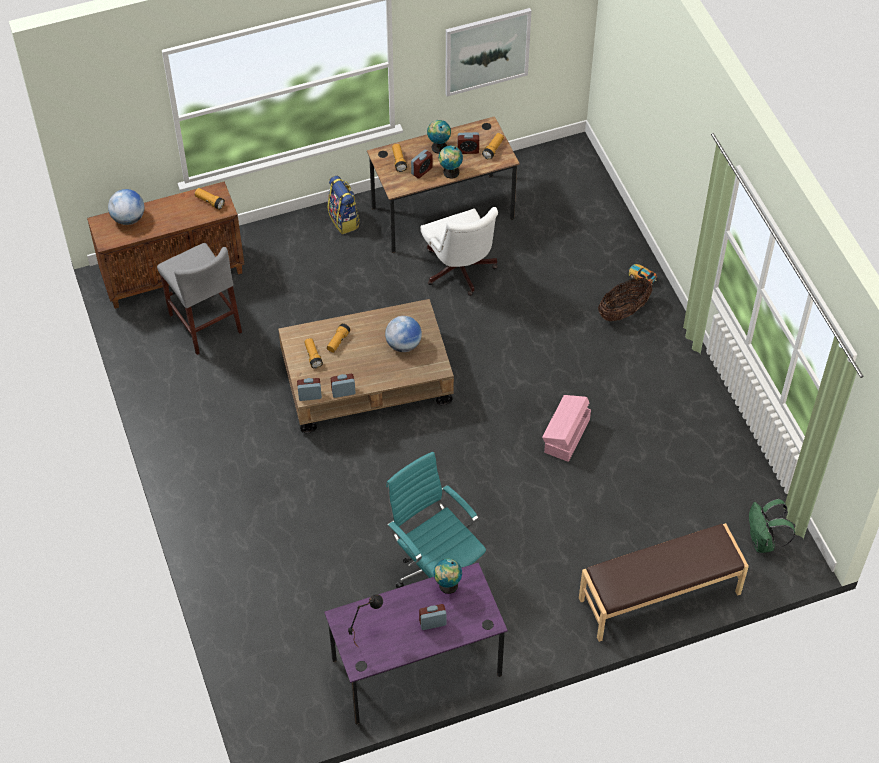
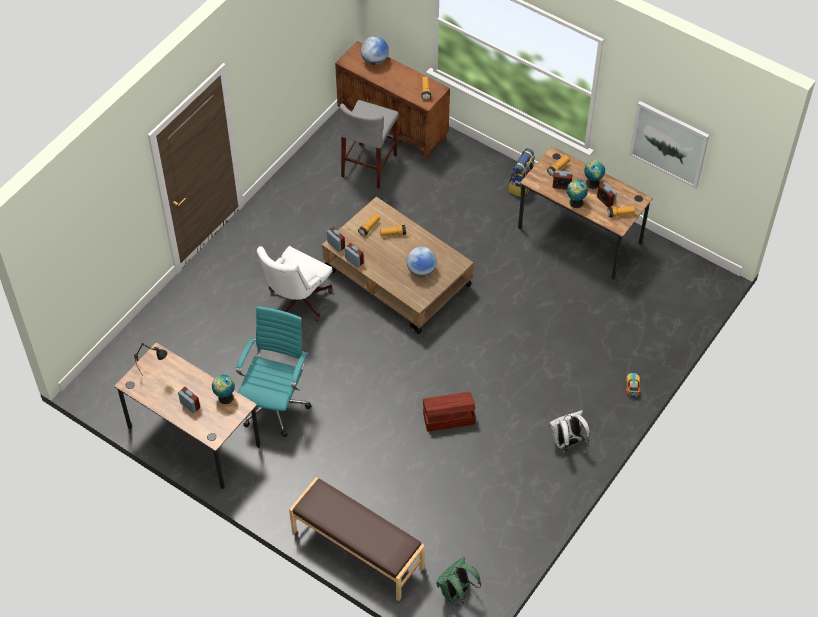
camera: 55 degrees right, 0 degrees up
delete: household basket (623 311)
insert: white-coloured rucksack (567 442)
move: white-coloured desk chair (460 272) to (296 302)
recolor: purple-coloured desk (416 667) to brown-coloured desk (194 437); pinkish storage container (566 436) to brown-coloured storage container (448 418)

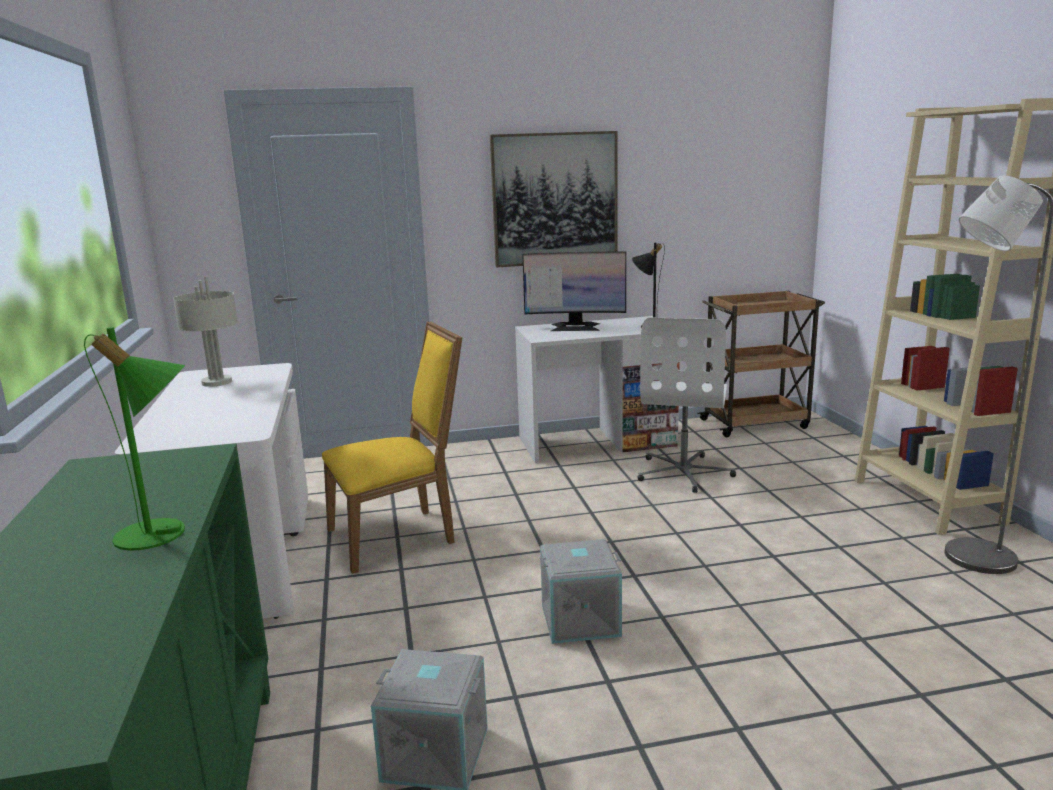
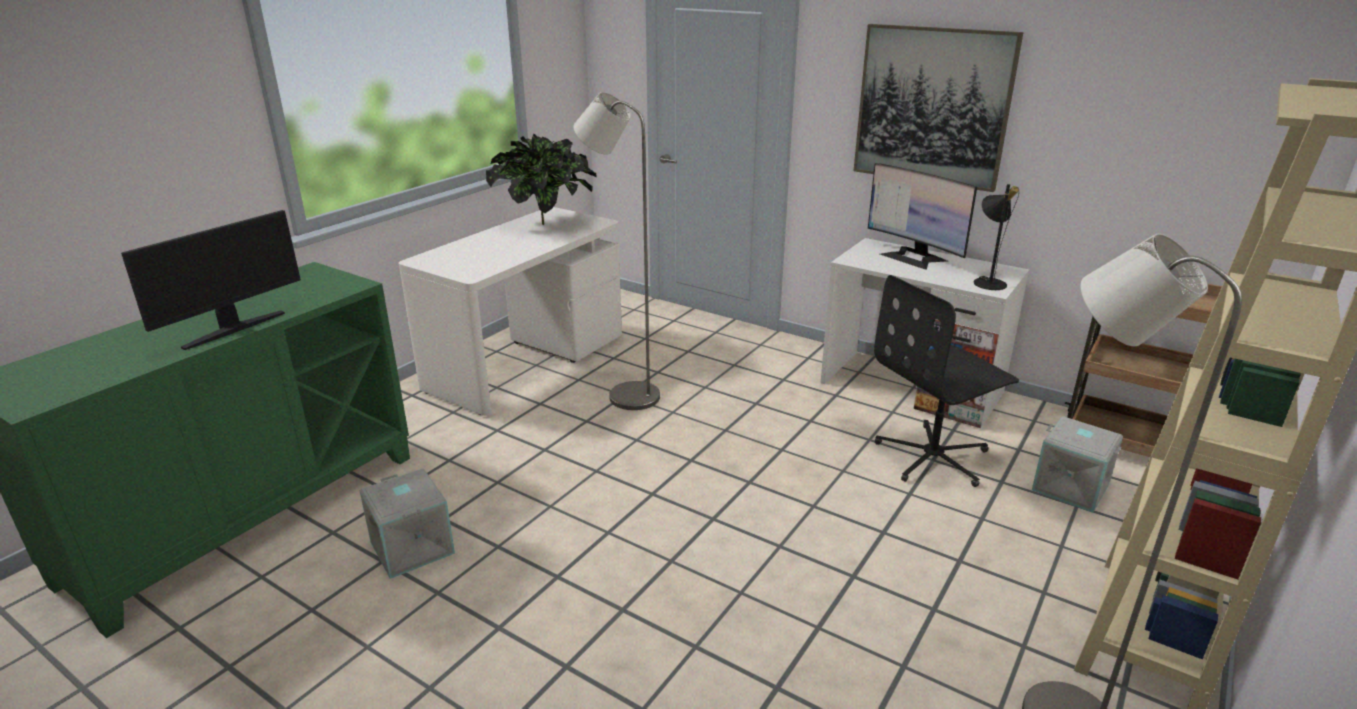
camera: 45 degrees right, 10 degrees up
move: grey storage container (580 619) to (1071 487)
replace: greenish table lamp (162 535) to monitor (233 329); grey table lamp (217 382) to plant in a pot (546 224); yellow plain chair (398 536) to grey standard lamp (625 395)
recolor: white-coloured desk chair (684 472) to black-coloured desk chair (933 457)

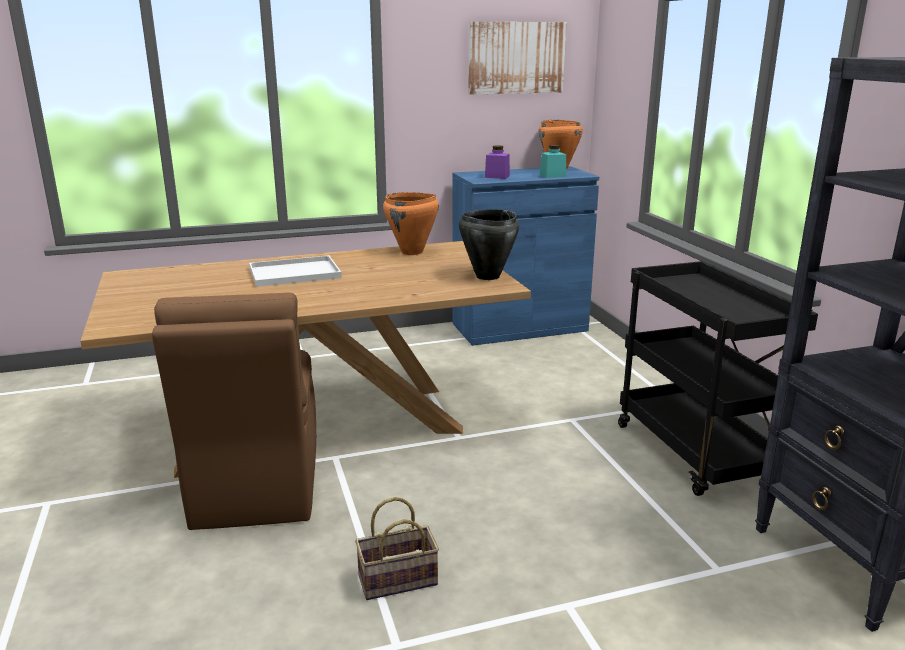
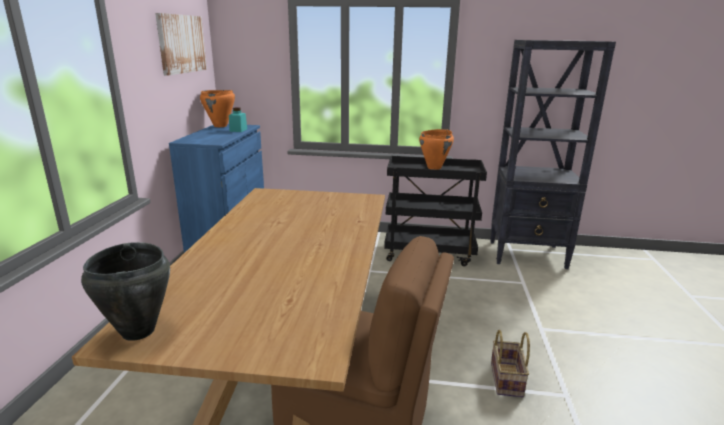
camera: 65 degrees left, 0 degrees up
delete: white-coloured carrying tray (293 273); purple-coloured storage jar (497 176)
move: black-coloured saucepot (487 276) to (137 331); orange-coloured saucepot (412 252) to (434 168)

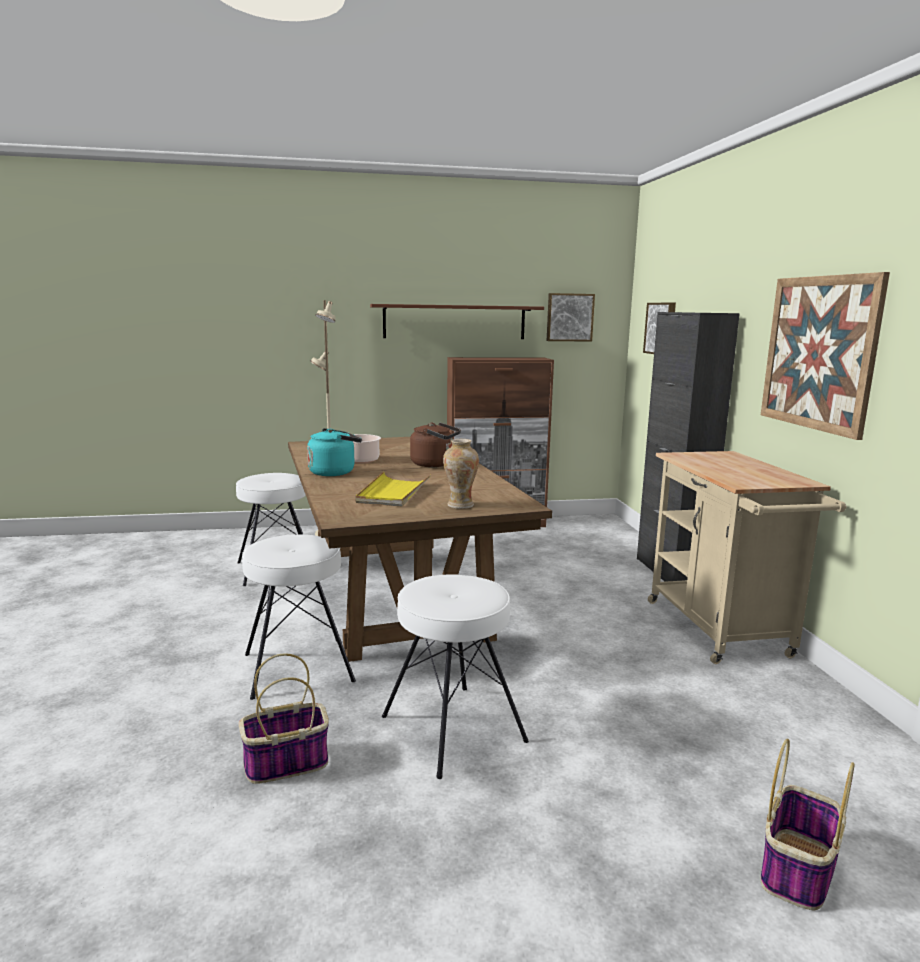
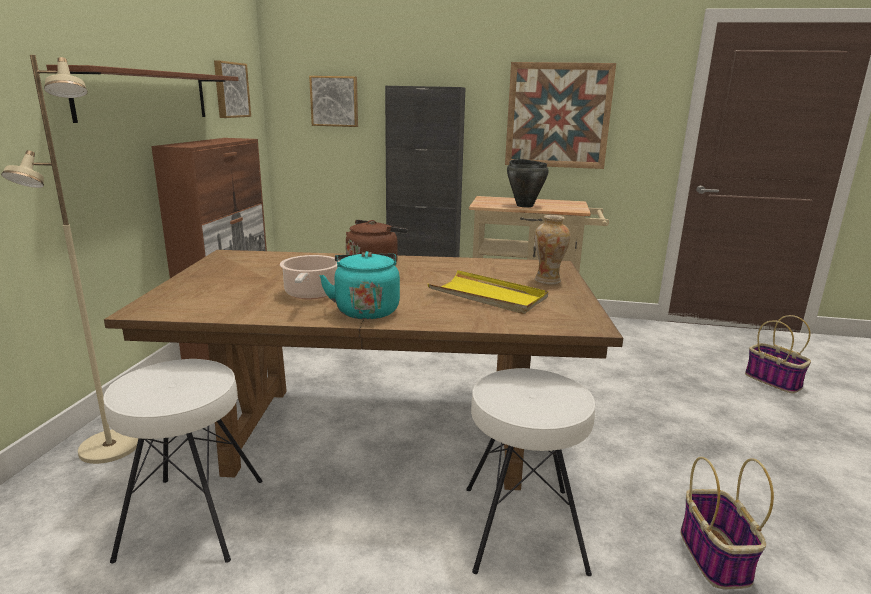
camera: 70 degrees left, 5 degrees up
delete: white-coloured sitting stool (452 729)
insert: black-coloured saucepot (525 206)

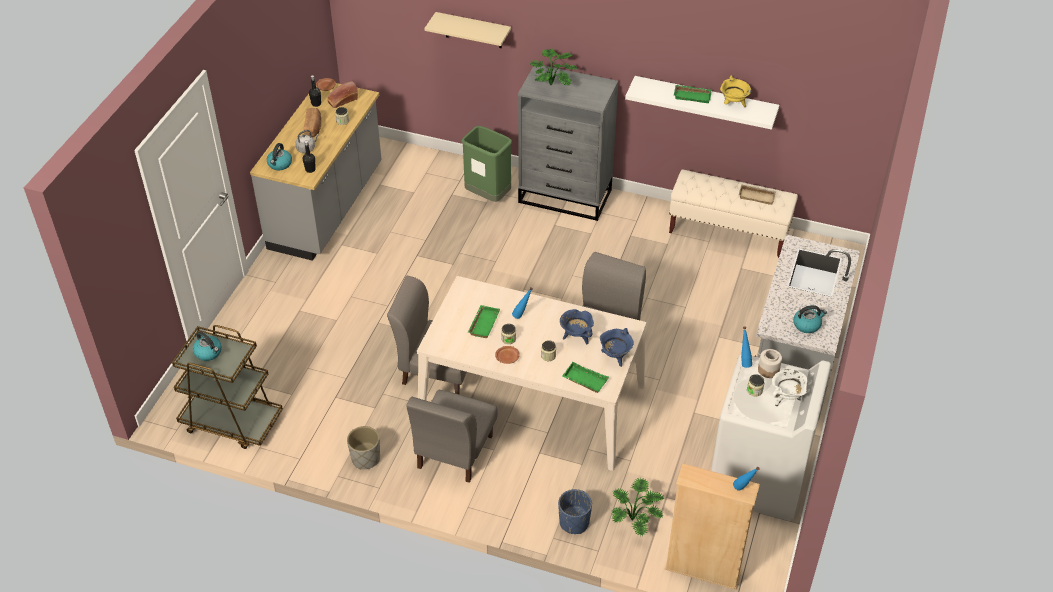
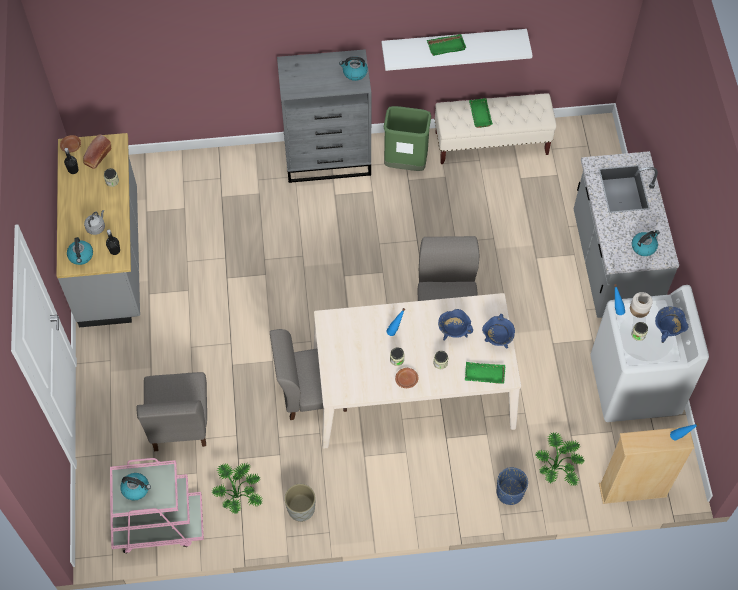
camera: 25 degrees left, 15 degrees up
delete: baked bread (313 128); beige wall shelf (473 30); yellow saucepot (733 104); beige carrying tray (757 196)
insert: tea kettle (354 73)
move: grey plain chair (454 452) to (179 422); plant in a pot (553 84) to (239 494); greenish waste bin (488 196) to (405 163); greenish carrying tray (483 323) to (479 114)
recolor: brown-coloured wheeled cart (231 422) to pinkish wheeled cart (158 524); white-coloured saucepot (786 398) to blue saucepot (667 331)

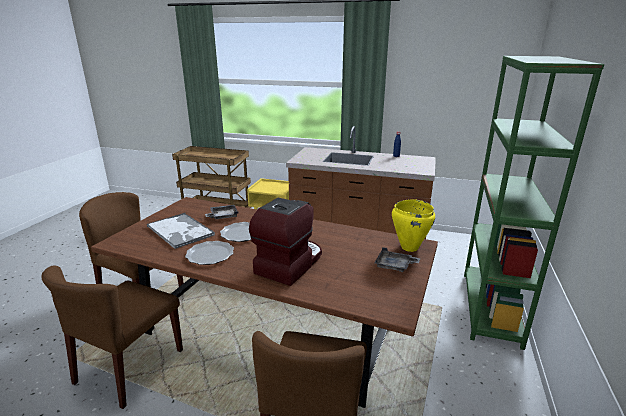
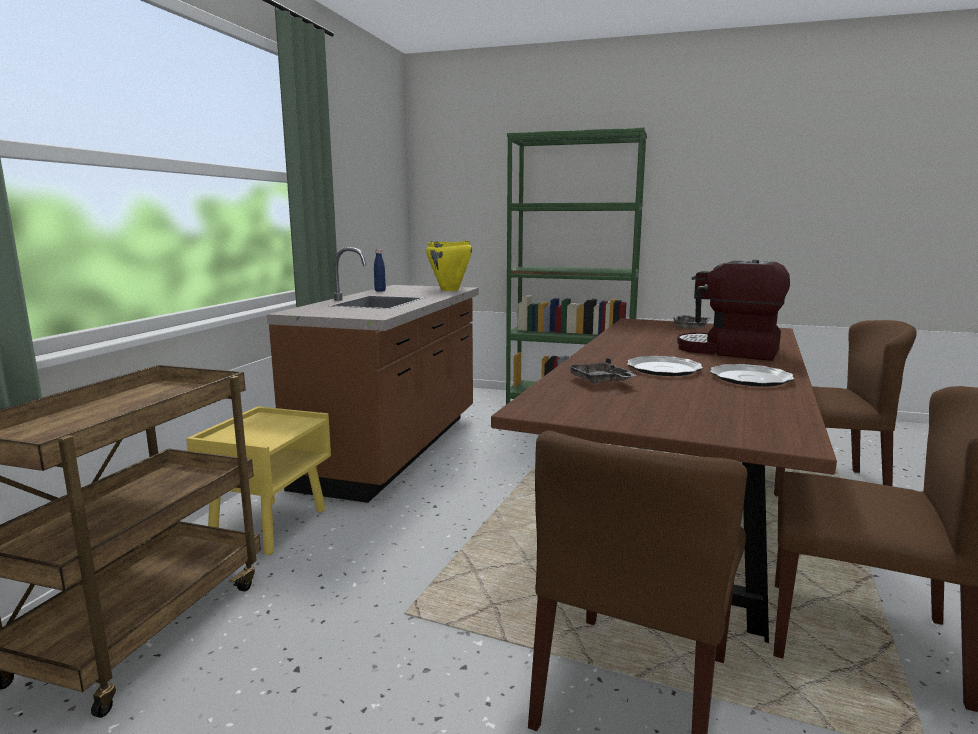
camera: 90 degrees left, 10 degrees down
delete: carrying tray (180 231)
move: yellow saucepot (409 247) to (449 290)

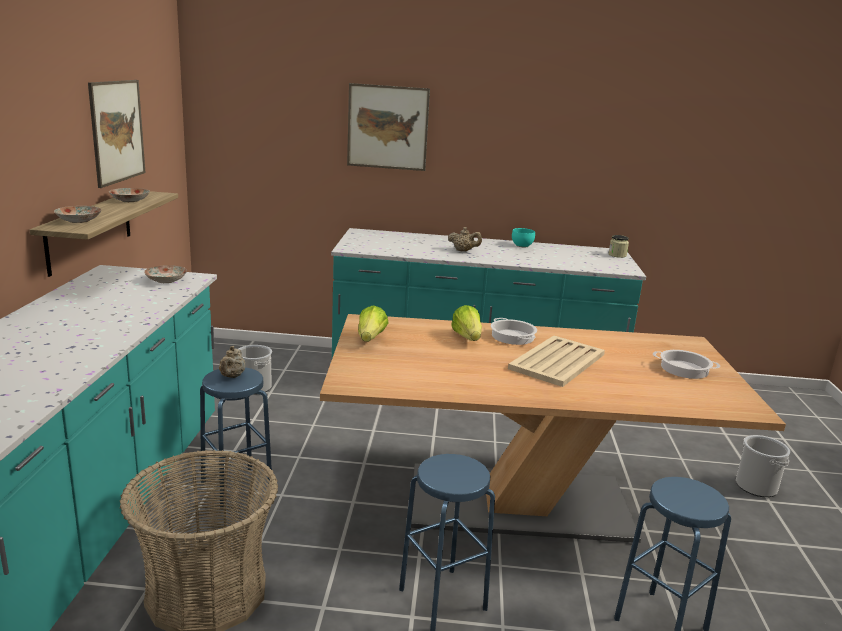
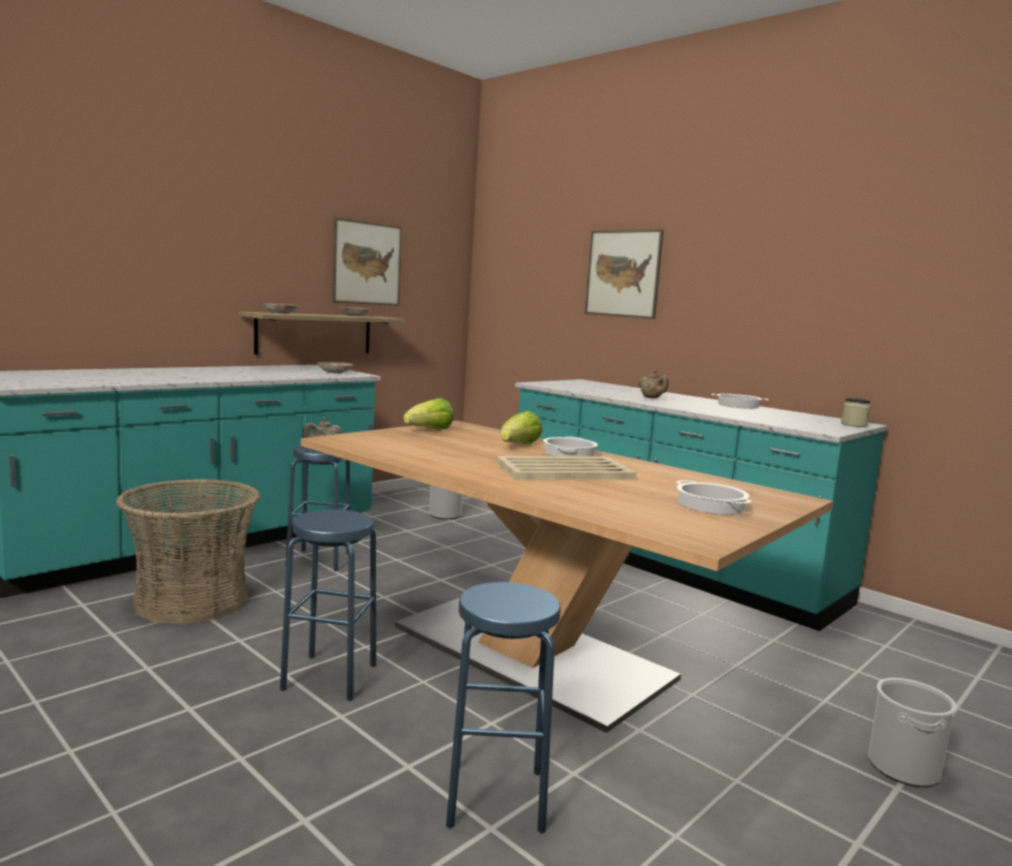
camera: 40 degrees right, 10 degrees down
replace: blue-green deep dish (522 246) to saucepot (737 405)

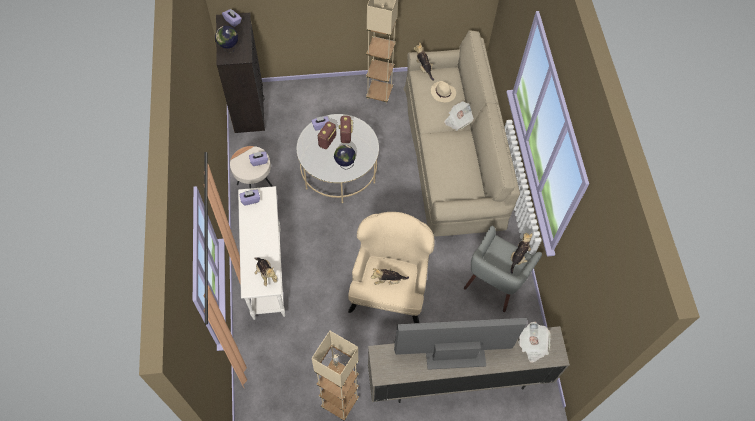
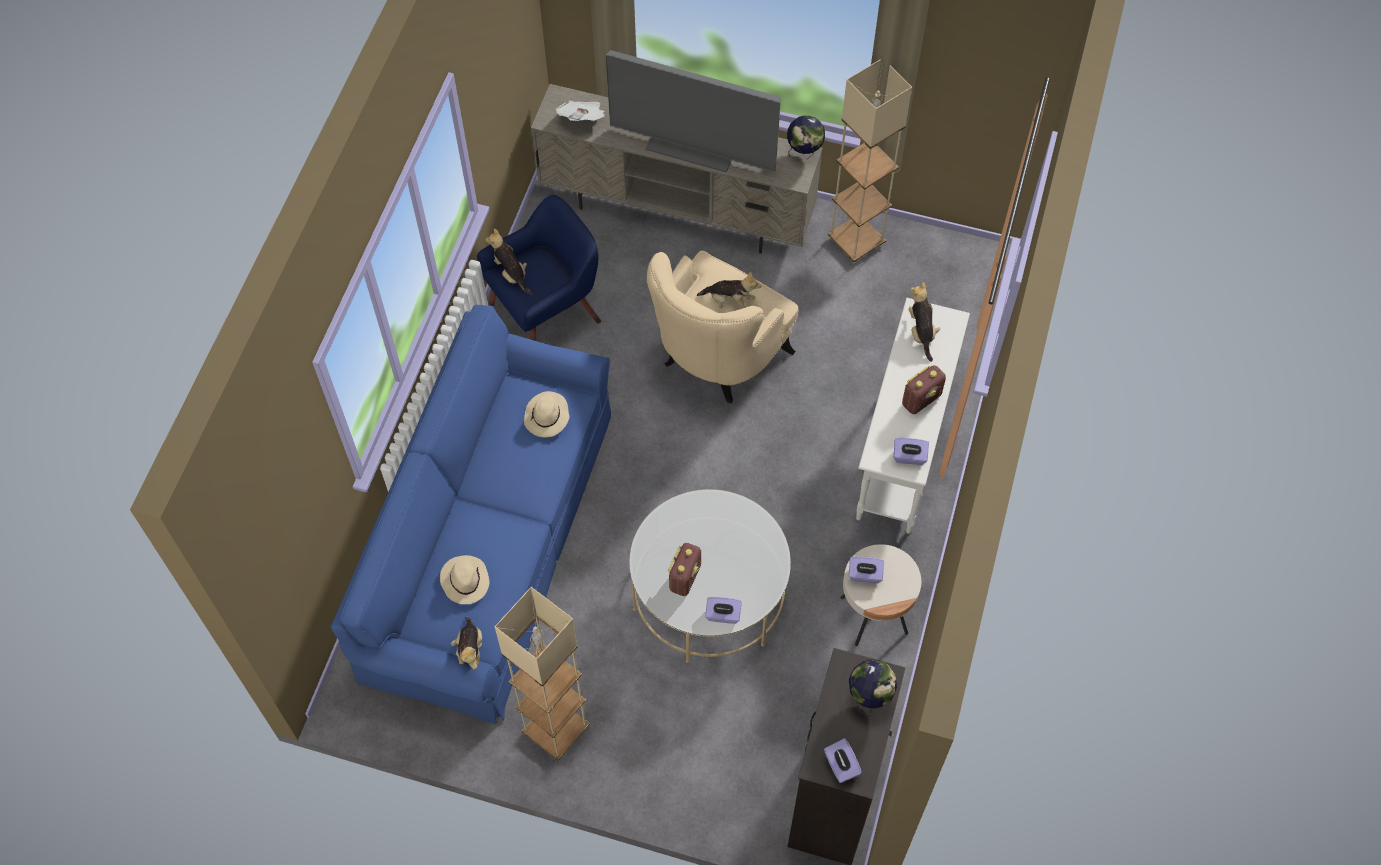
camera: 155 degrees left, 0 degrees up
delete: daily paper (458 120)
insert: beige clothing hat (547 417)
move: desk globe (345 164) to (804 153); radio set (327 141) to (921 399)
recolor: beige couch (452 155) to blue couch (490 543); grey lounge chair (495 281) to blue lounge chair (547 313)
rotate: soft toy (518 257) = (511 273) 90 degrees clockwise

